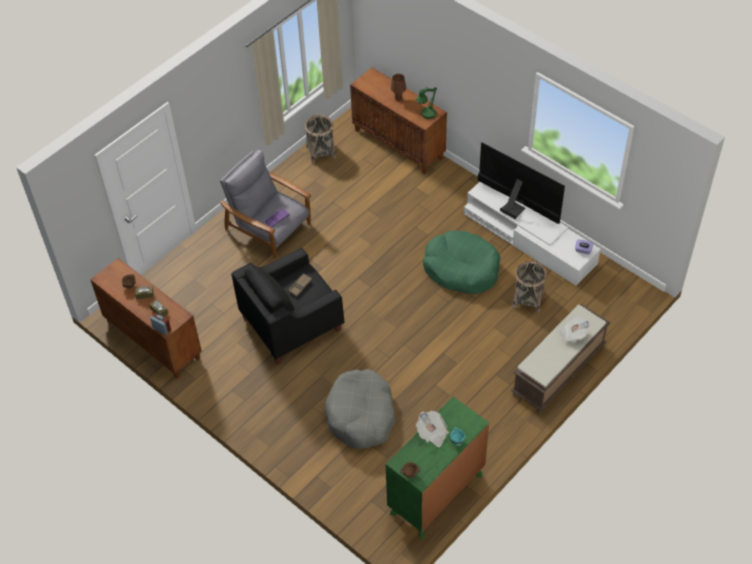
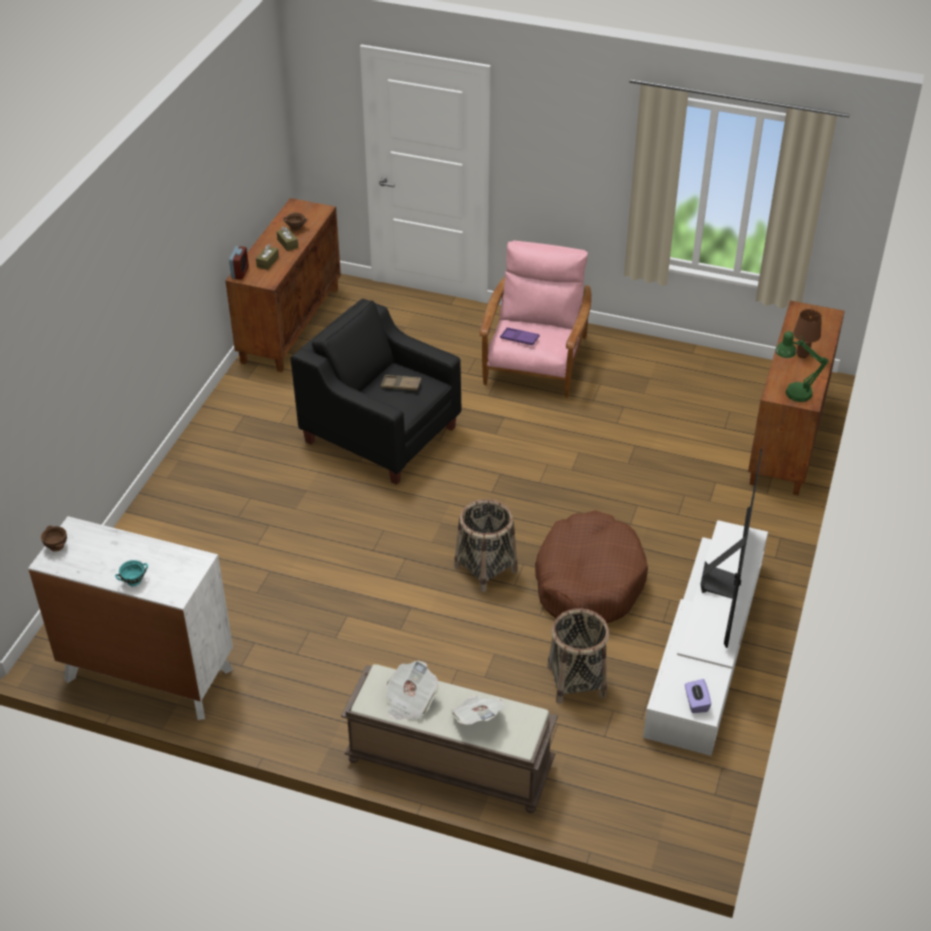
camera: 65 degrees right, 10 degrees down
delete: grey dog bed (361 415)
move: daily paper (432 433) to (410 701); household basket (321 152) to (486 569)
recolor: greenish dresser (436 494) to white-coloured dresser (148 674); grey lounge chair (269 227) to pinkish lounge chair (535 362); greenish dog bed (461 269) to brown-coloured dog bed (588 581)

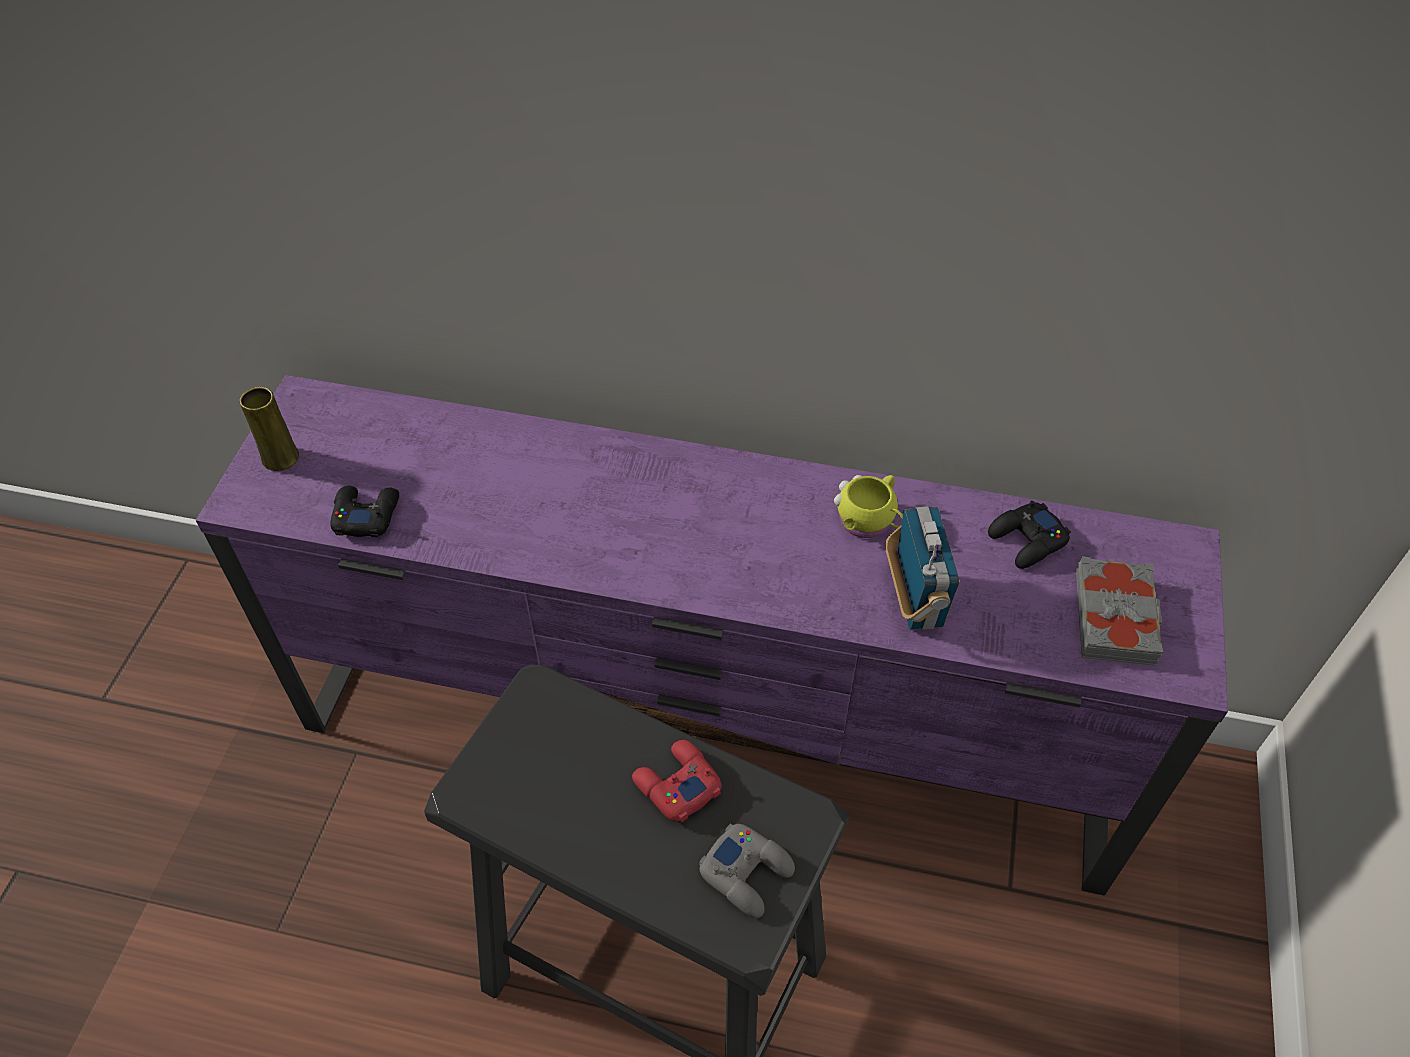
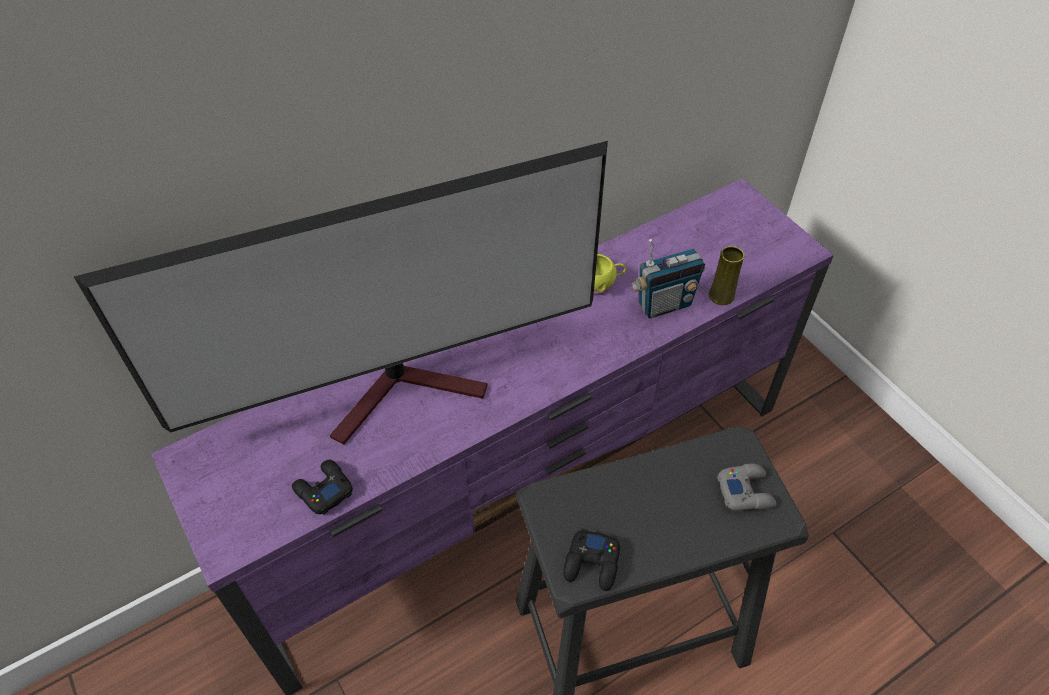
camera: 45 degrees left, 0 degrees up
delete: red joypad (676 785); grey volume (1116 617)
insert: television (407 390)
move: black-coloured joypad (1027 541) to (592 563); yellow decorative vase (280 458) to (721 296)
rotate: radio set (915 600) = (664 304) 120 degrees clockwise

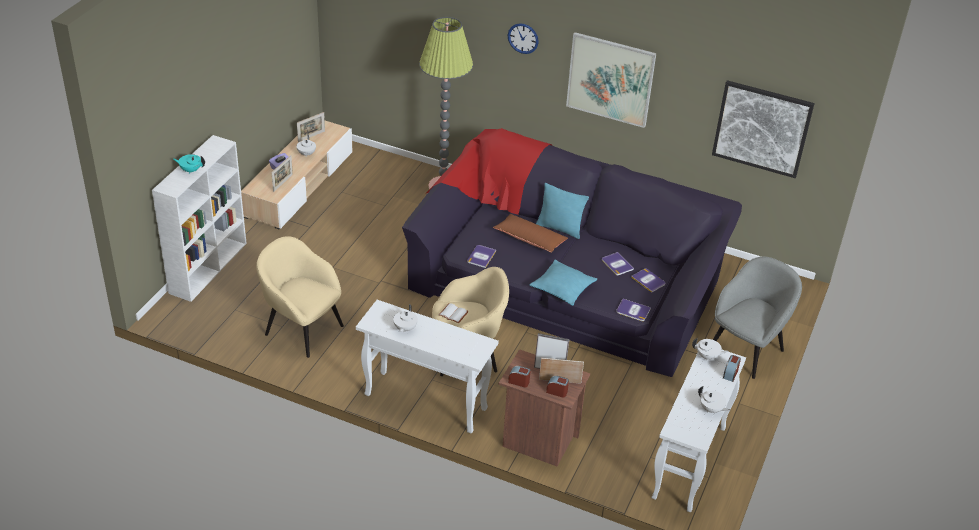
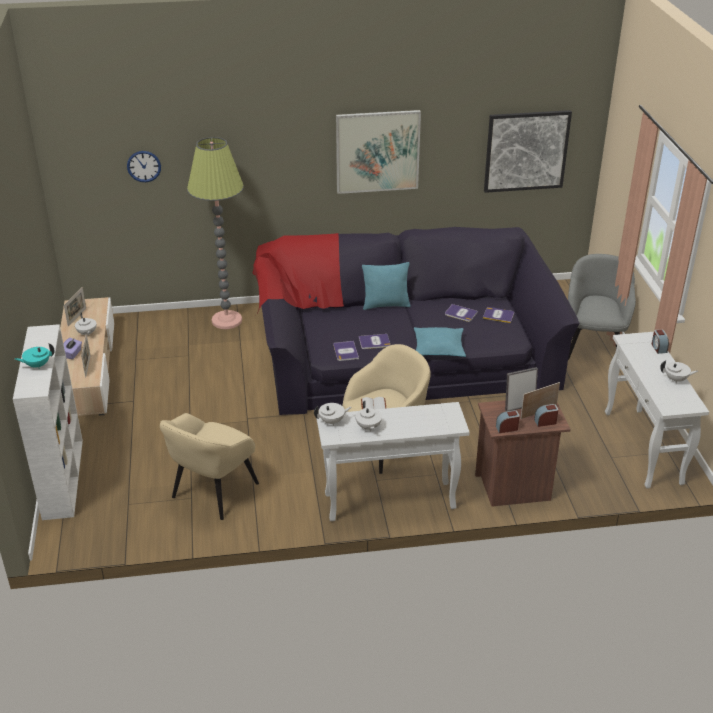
camera: 30 degrees left, 5 degrees down
delete: brown-coloured cushion (530 239)
move: clock on the wall (523 38) to (144 166); white-coloured teapot (707 356) to (332 421); volume (633 310) to (374 342)
rotate: beige lounge chair (302 329) = (214 491) 60 degrees counterclockwise

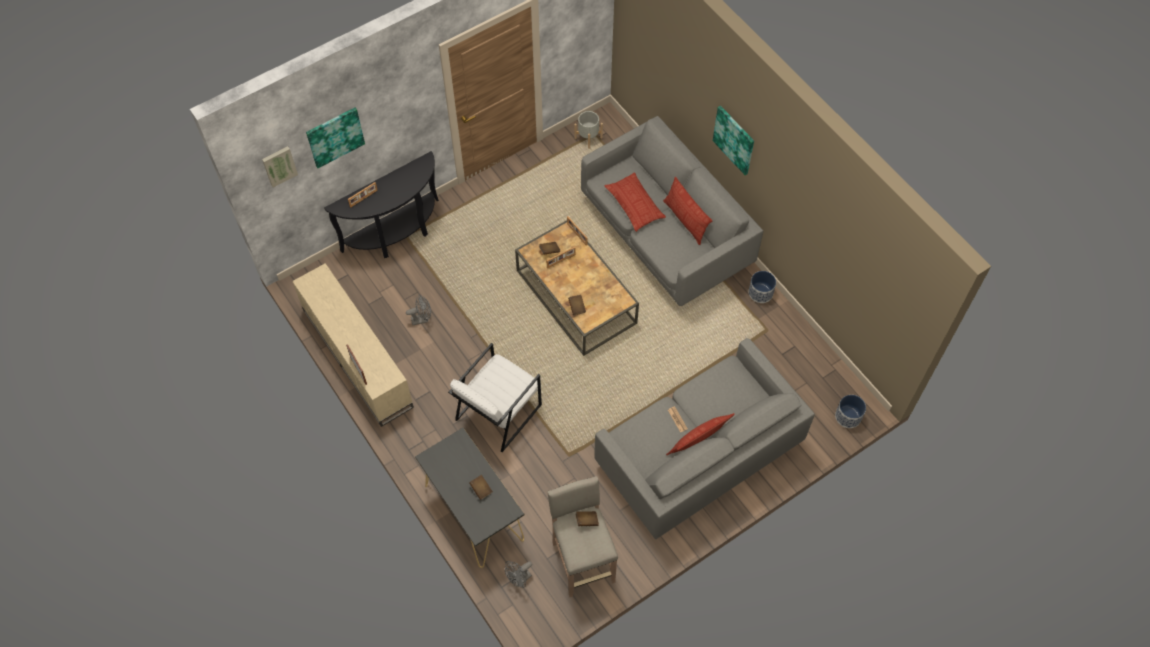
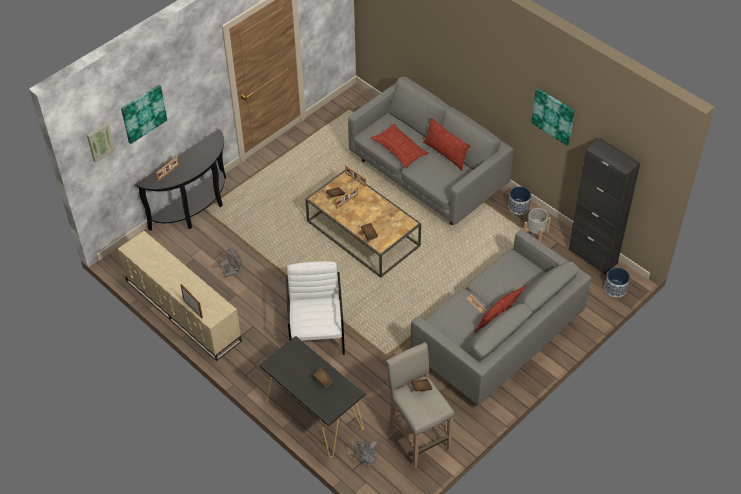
camera: 10 degrees left, 10 degrees down
insert: black-coloured cabinet (592 256)
move: grey planter (588 137) to (535 233); picture (734 139) to (553 116)
rotate: white-coloured lounge chair (498 412) = (317 333) 150 degrees clockwise

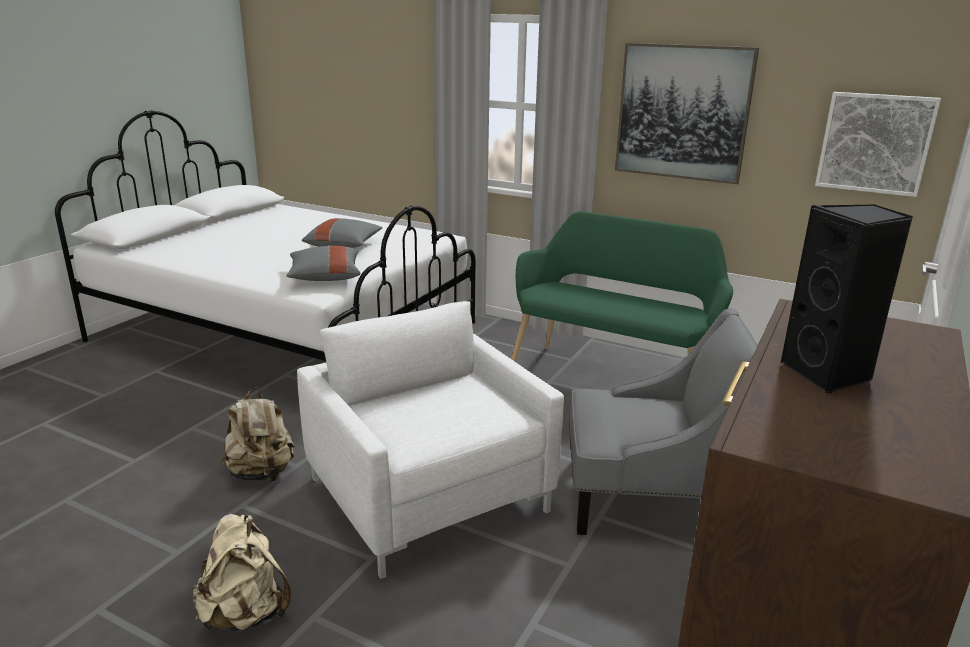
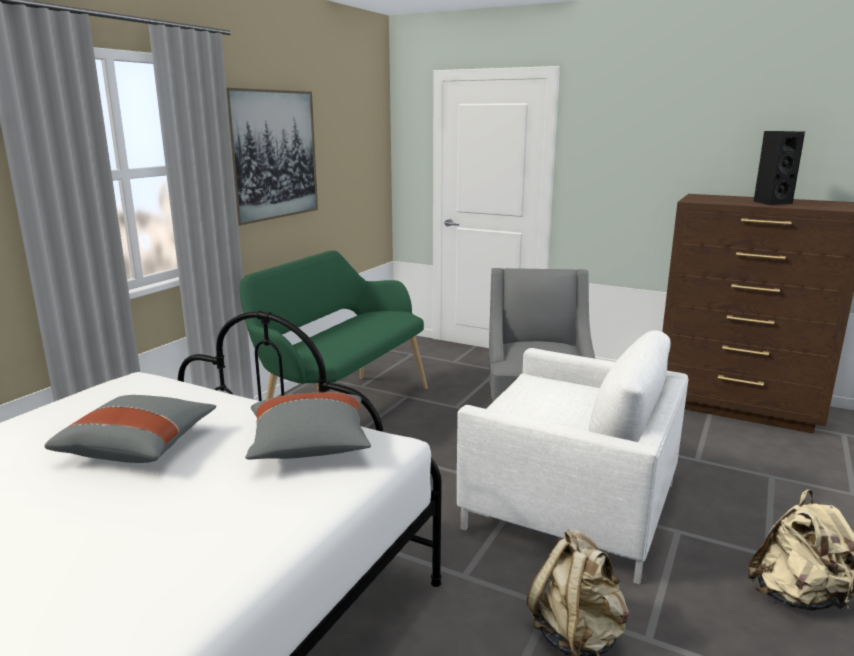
camera: 90 degrees left, 5 degrees down
delete: picture (875 143)
rotate: white-coloured lounge chair (428 495) = (571 506) 120 degrees counterclockwise

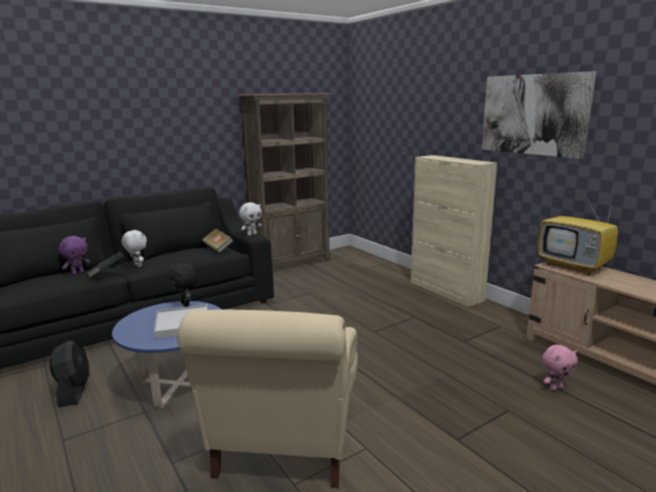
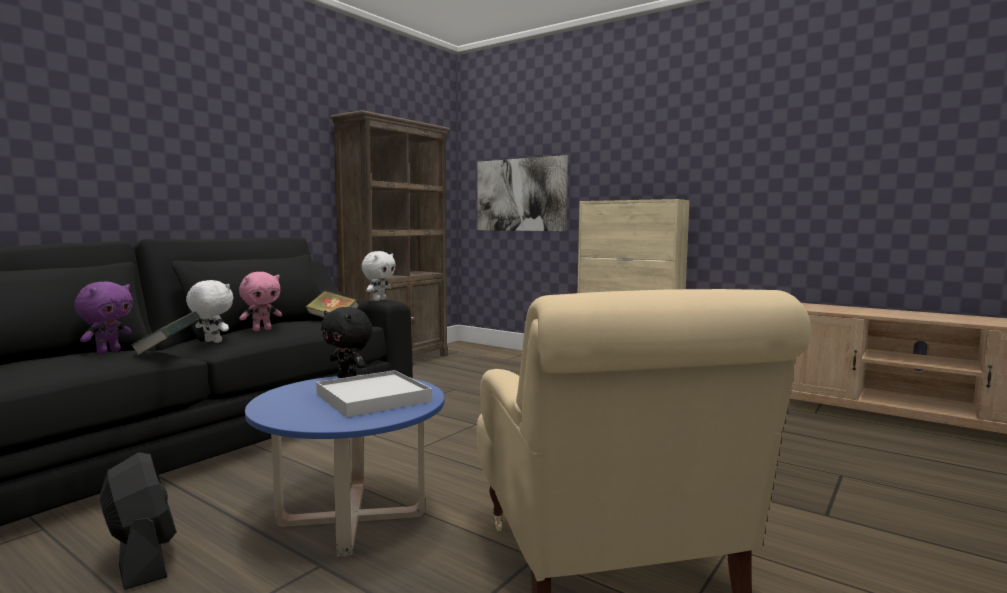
camera: 20 degrees left, 10 degrees down
delete: television (575 267)
move: pinkish soft toy (555 388) to (262 330); picture (533 114) to (520 195)

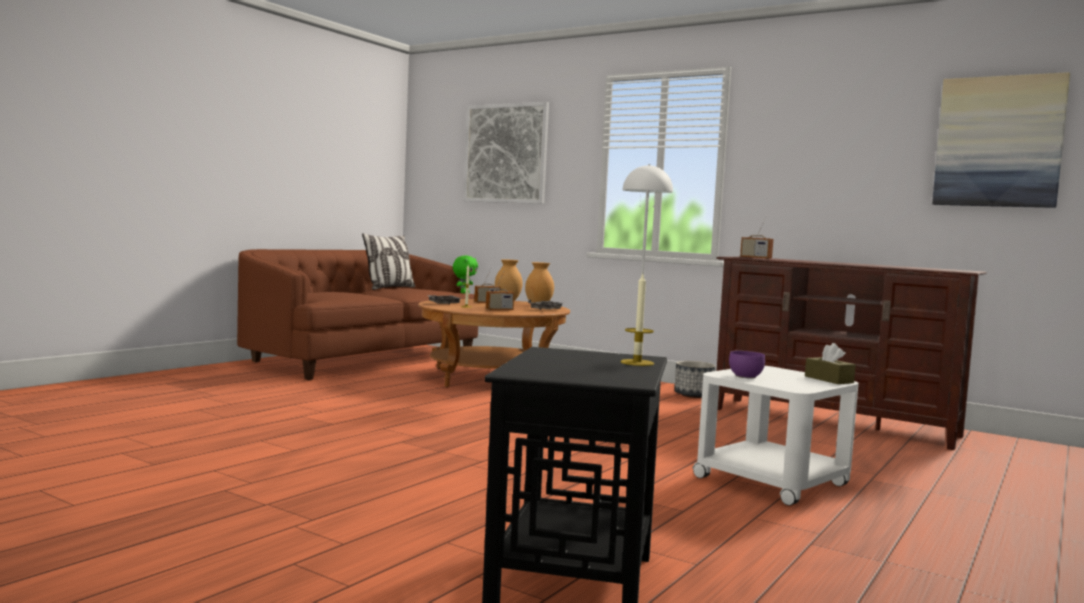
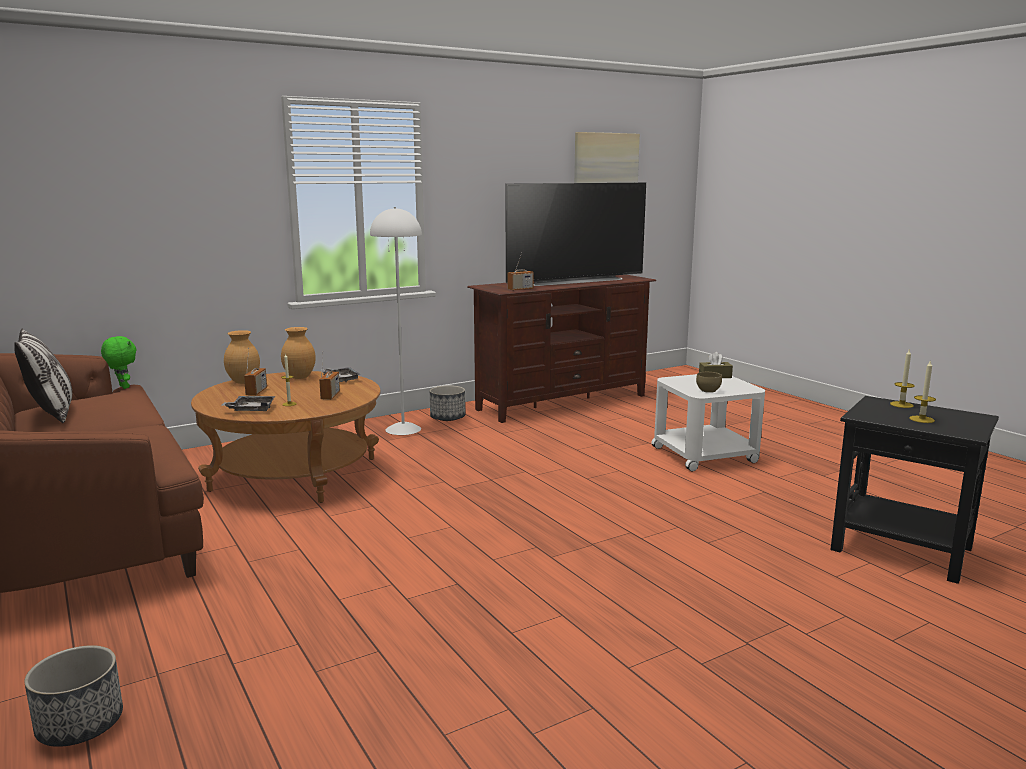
camera: 65 degrees left, 10 degrees up
delete: picture (506 153)
insert: planter (79 724); television (573 281); candle (921 419)
recolor: purple-coloured deep dish (746 377) to brown-coloured deep dish (709 391)

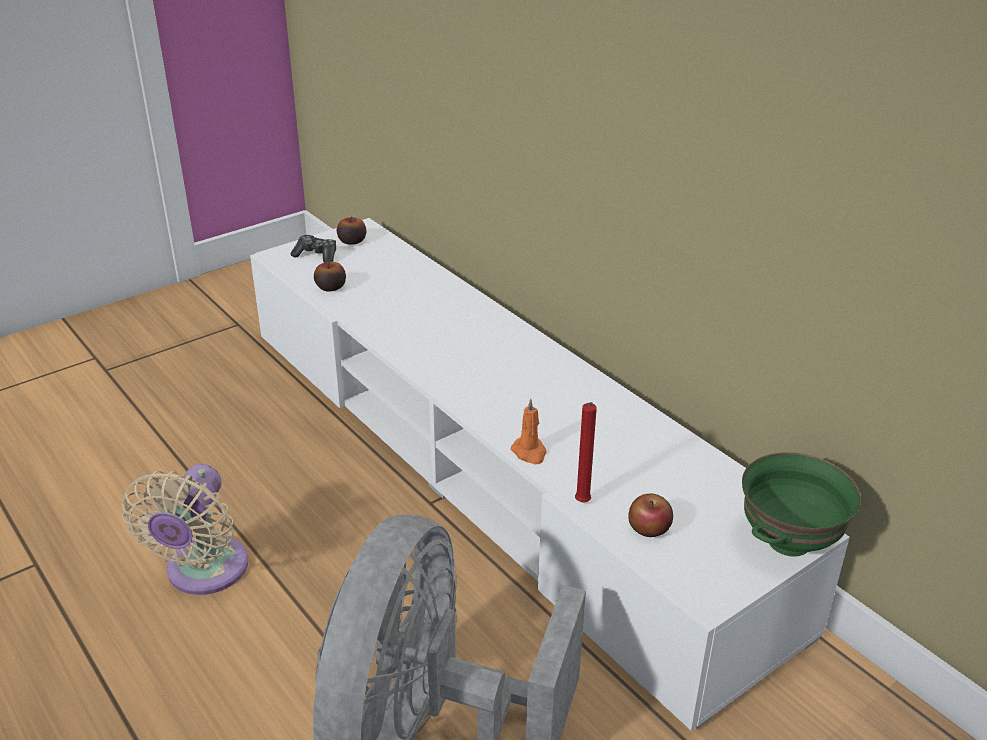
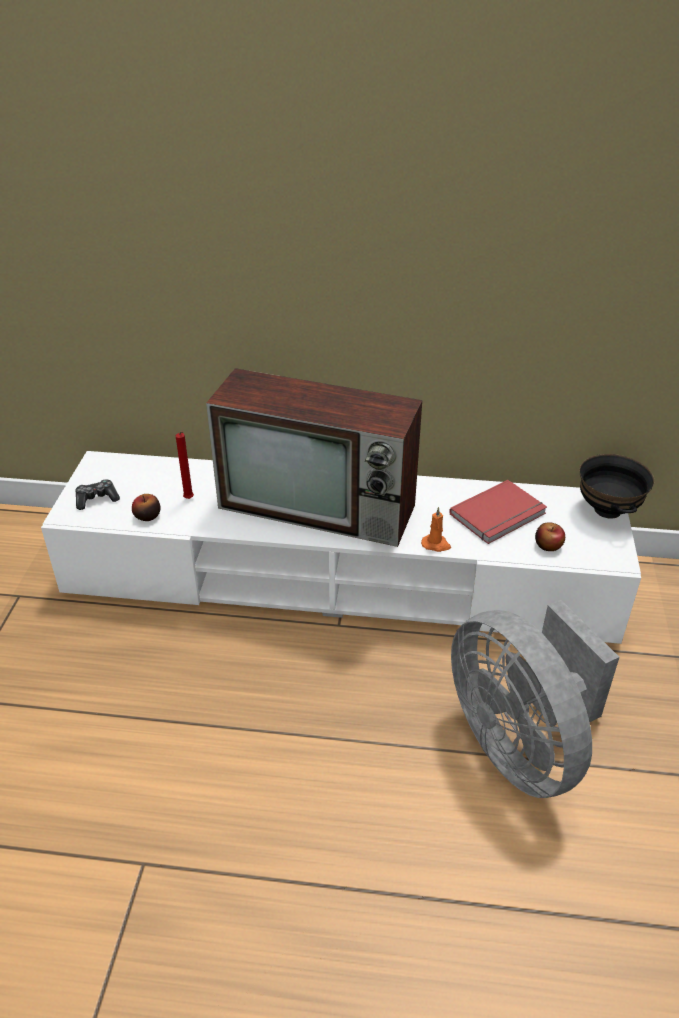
camera: 45 degrees left, 5 degrees up
delete: beige cooling fan (203 572); apple (352 241)
insert: television (321 506); red volume (500 515)
move: red candle (582 504) to (189 499)
recolor: greenish deep dish (789 542) to black-coloured deep dish (608 510)

